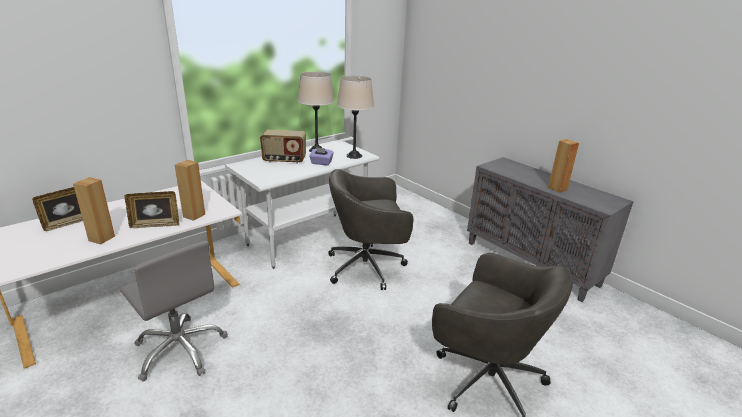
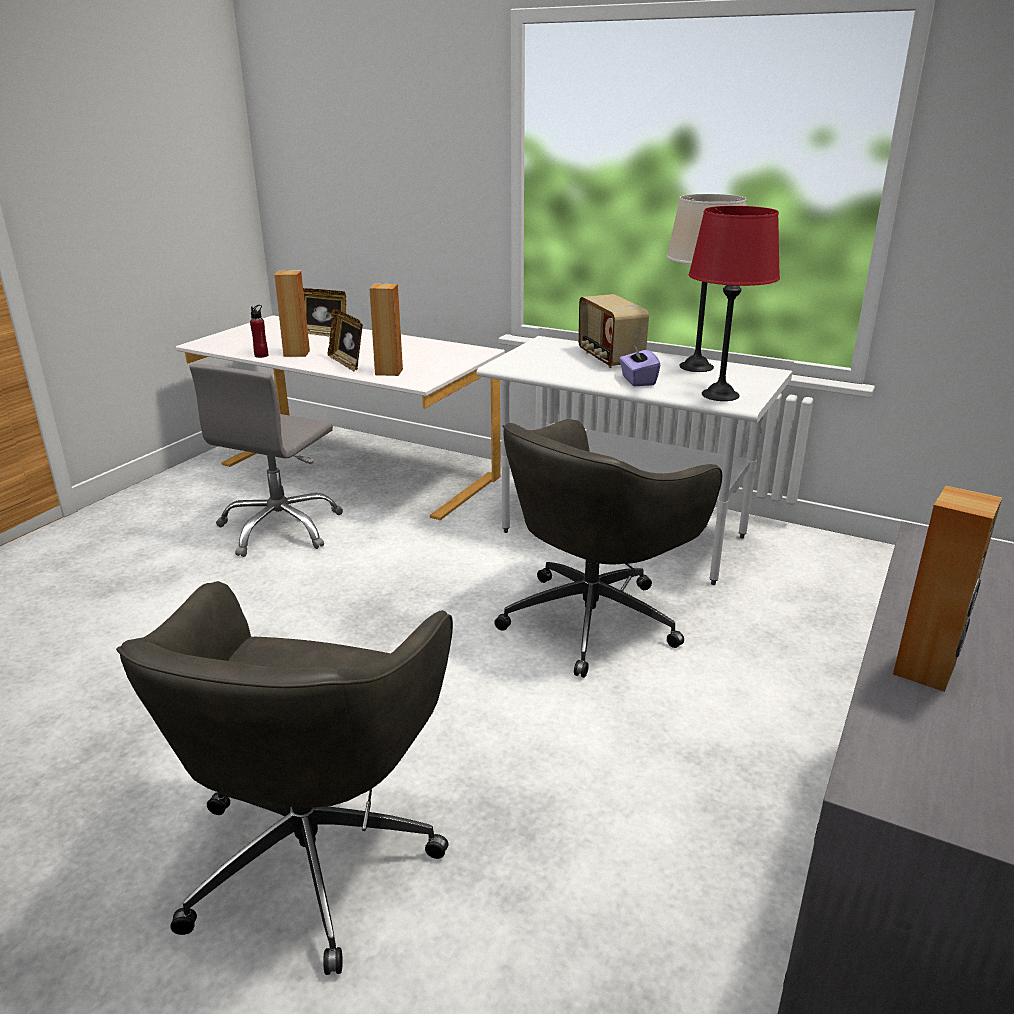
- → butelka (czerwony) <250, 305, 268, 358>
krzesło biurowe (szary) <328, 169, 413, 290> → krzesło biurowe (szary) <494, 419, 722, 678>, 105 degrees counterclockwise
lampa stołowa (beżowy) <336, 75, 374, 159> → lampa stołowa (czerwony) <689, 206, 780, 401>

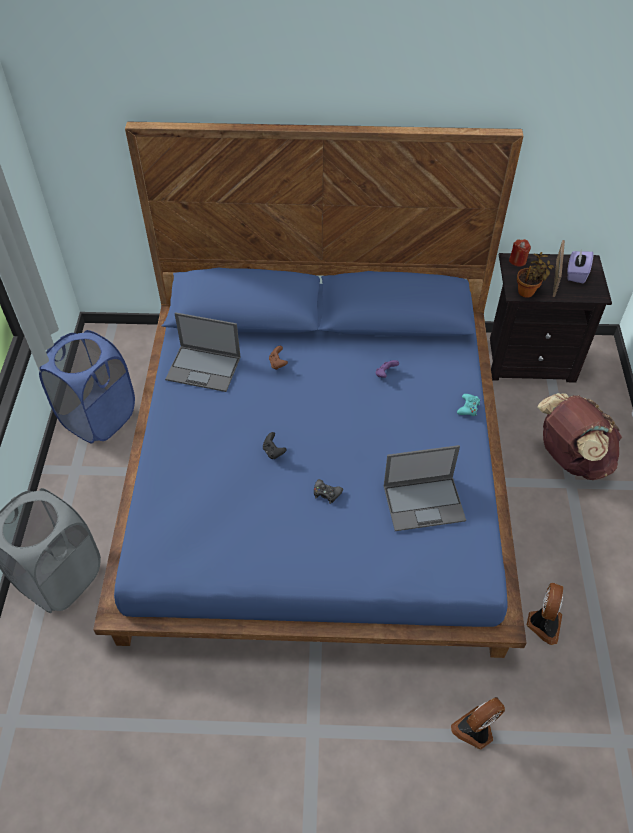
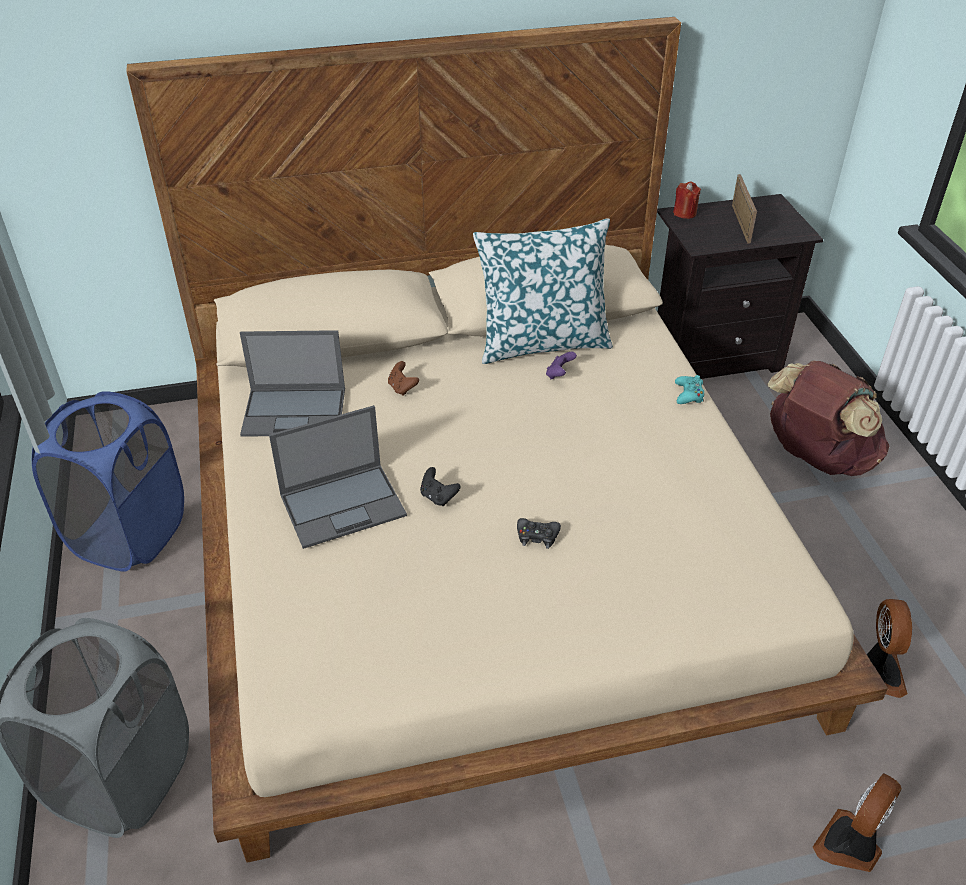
łóżko (niebieski) <93, 122, 526, 658> → łóżko (beżowy) <126, 17, 888, 863>
laptop <384, 445, 466, 531> → laptop <269, 405, 407, 549>, move
- → poduszka <473, 218, 613, 364>
roślina doniczkowa <517, 252, 554, 298> → -
pudełko chusteczek (fioletowy) <567, 249, 594, 283> → -

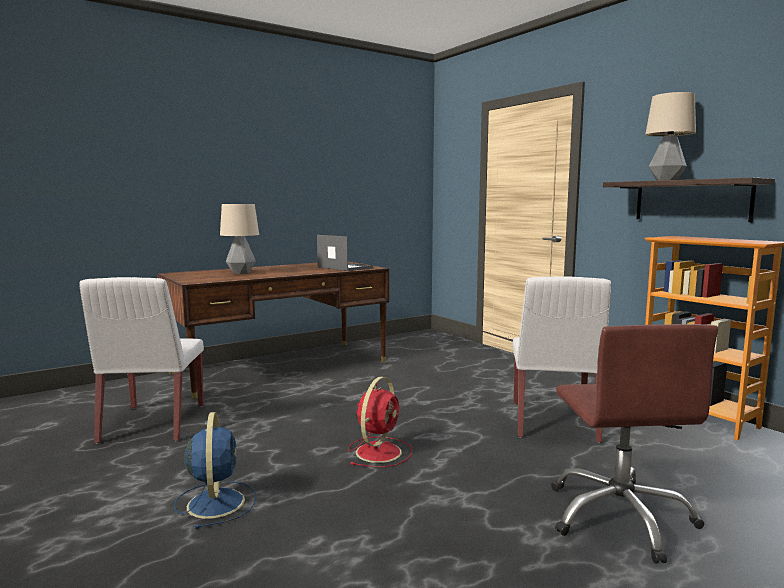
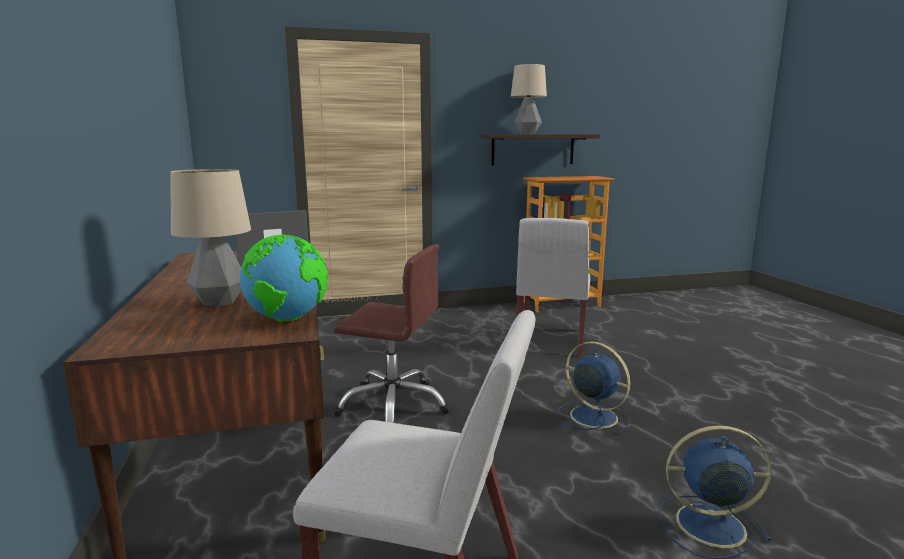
- → globus <240, 235, 328, 322>
krzesło biurowe (brązowy) <551, 324, 718, 564> → krzesło biurowe (brązowy) <333, 244, 451, 423>, move
krzesło (biały) <513, 276, 611, 443> → krzesło (biały) <516, 218, 590, 357>, 75 degrees clockwise
wentylator (czerwony) <348, 377, 413, 467> → wentylator (niebieski) <557, 342, 631, 434>

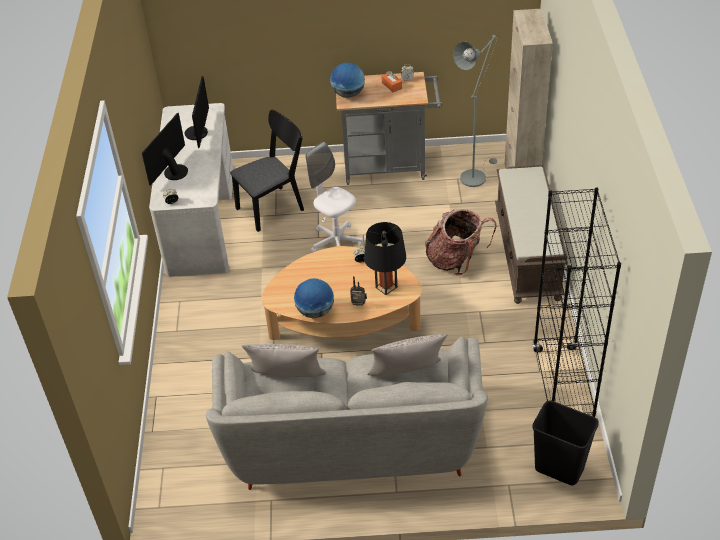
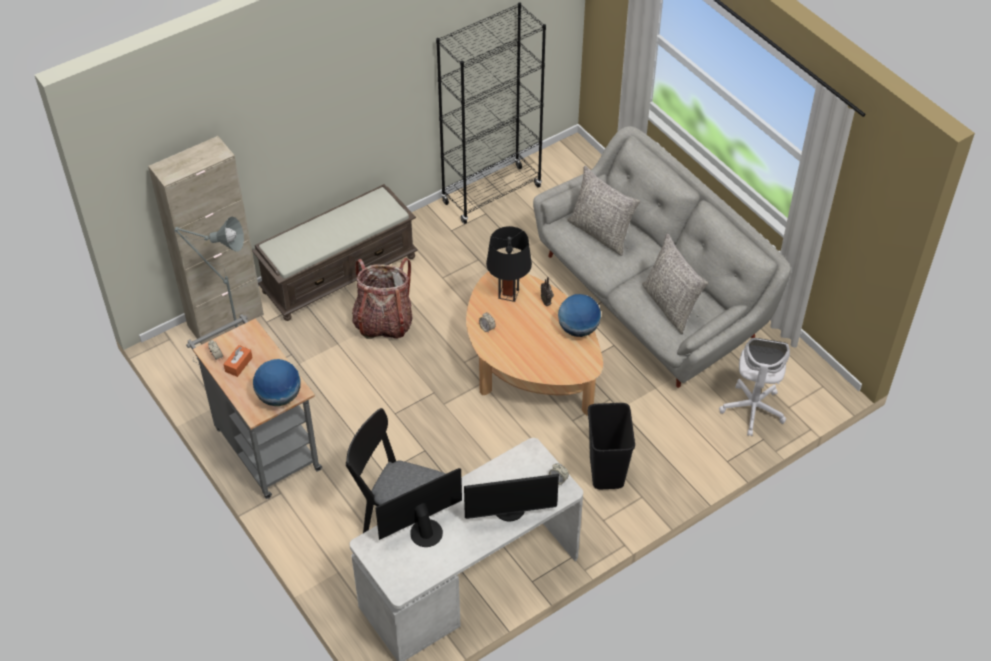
kosz na śmieci (czarny) <532, 400, 599, 485> → kosz na śmieci (czarny) <588, 403, 635, 489>, move
krzesło biurowe (biały) <305, 142, 363, 253> → krzesło biurowe (biały) <719, 338, 790, 436>, move

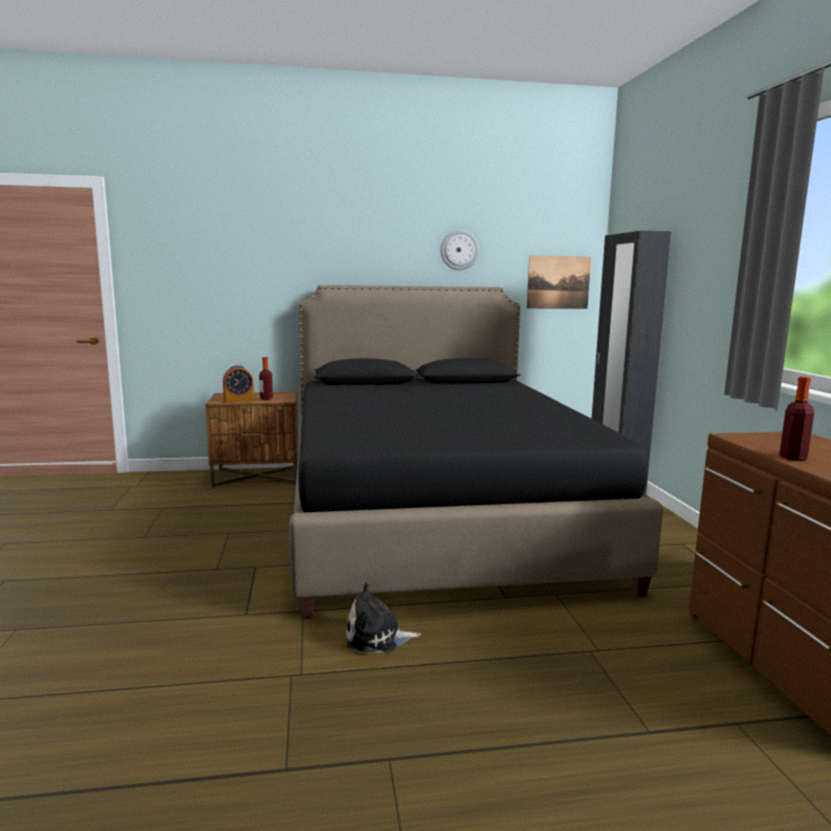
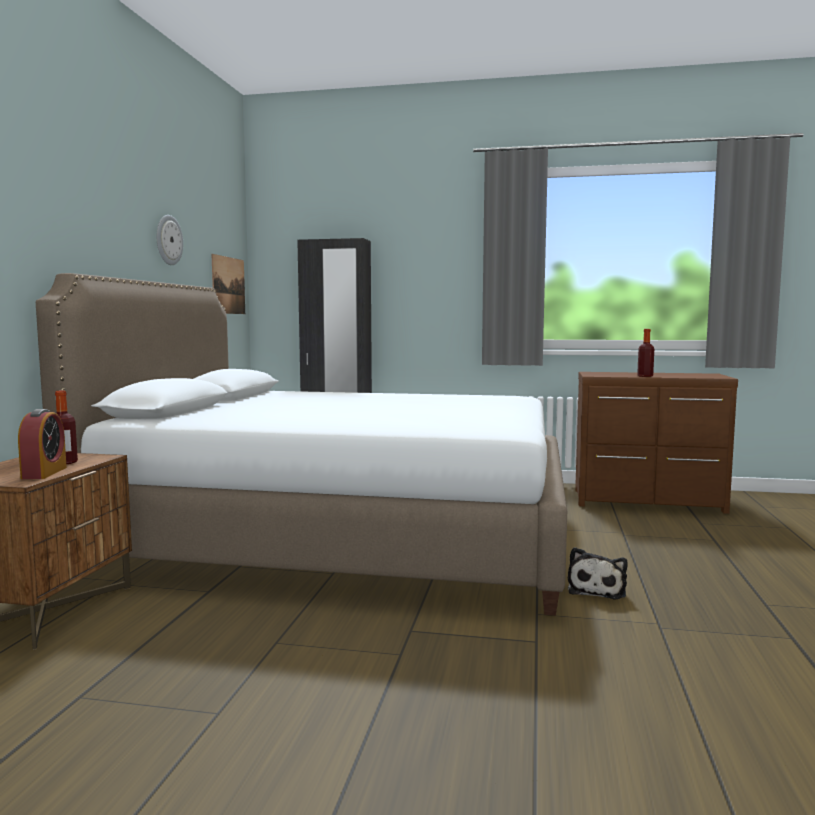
łóżko (czarny) <289, 285, 663, 619> → łóżko (biały) <36, 273, 567, 616>

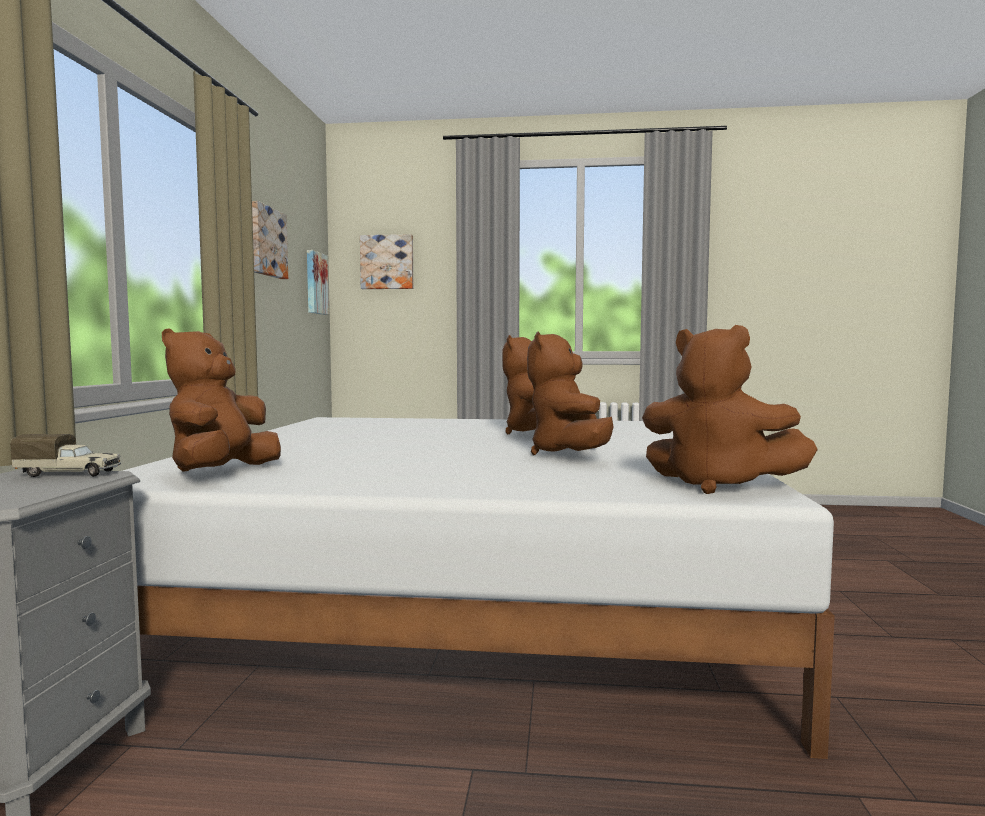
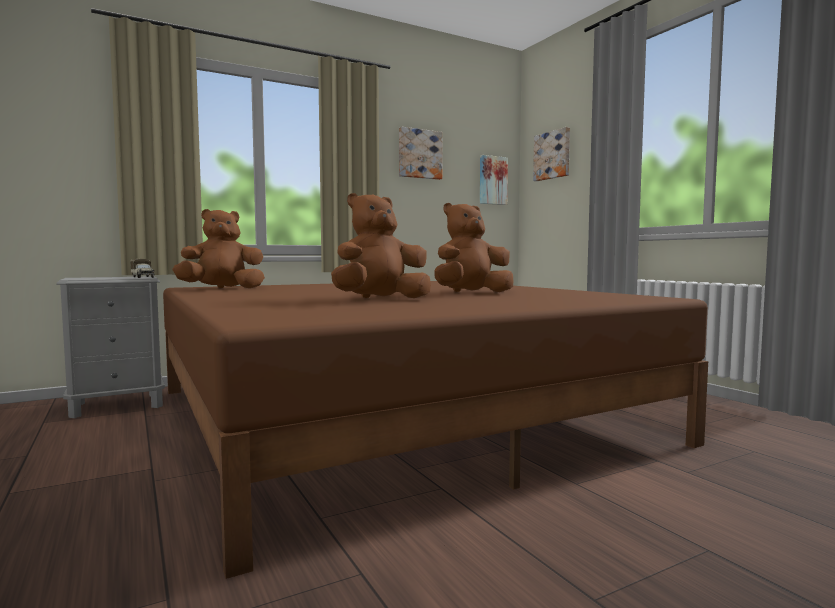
łóżko (biały) <123, 417, 835, 759> → łóżko (brązowy) <163, 281, 708, 579>
pluszak (brązowy) <642, 325, 818, 494> → -

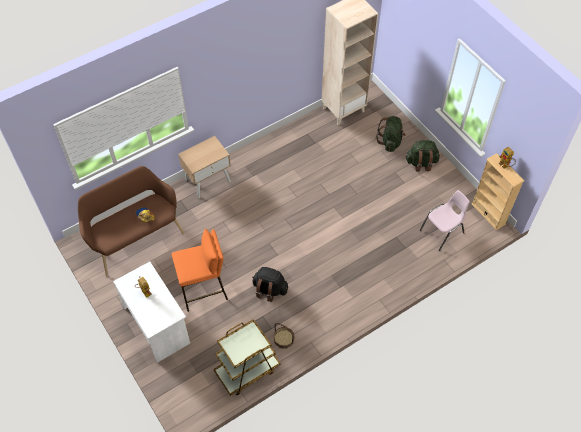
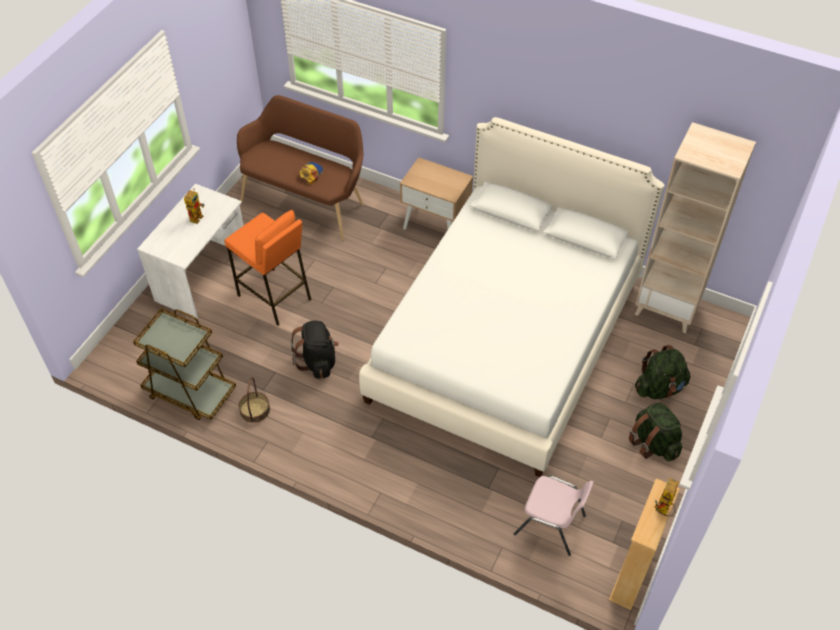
- → łóżko (biały) <359, 117, 665, 477>

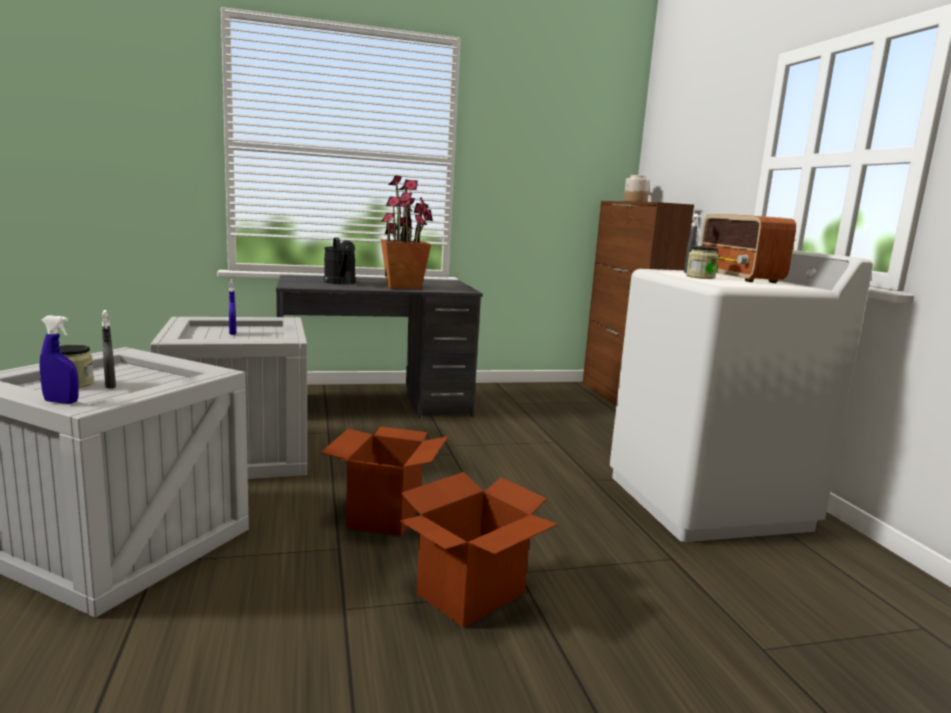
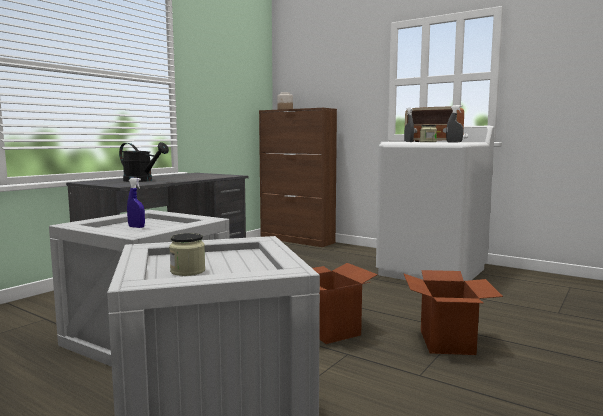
spryskiwacz (szary) <102, 310, 116, 389> → spryskiwacz (szary) <446, 105, 463, 142>, move
spryskiwacz (niebieski) <40, 315, 79, 404> → -
roślina doniczkowa <381, 175, 433, 289> → -

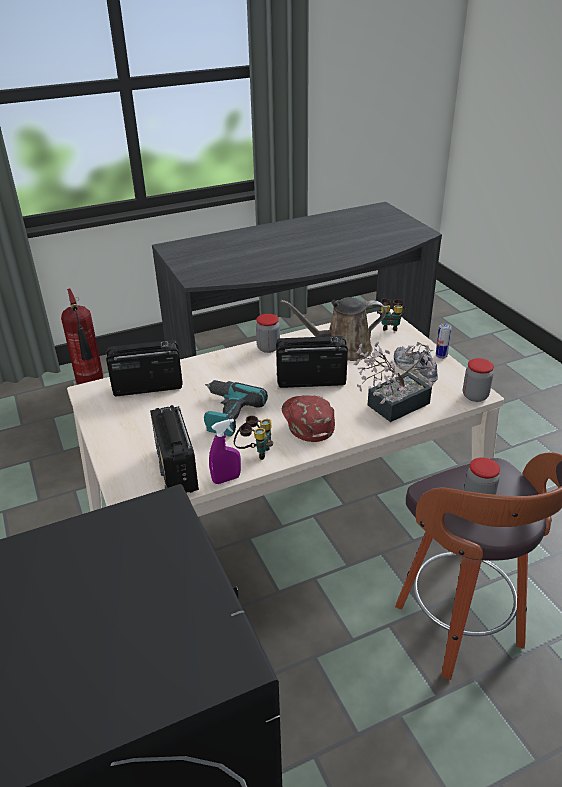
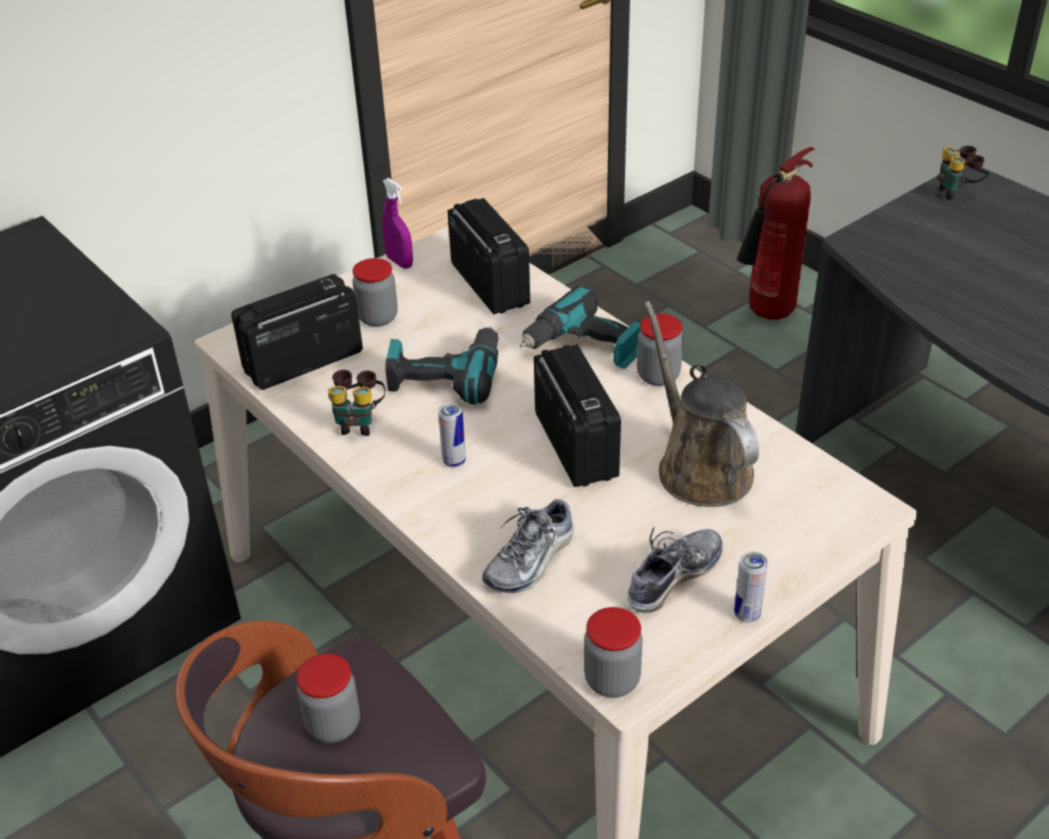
- → słoik <352, 258, 398, 327>
spryskiwacz (fioletowy) <209, 419, 241, 484> → spryskiwacz (fioletowy) <382, 178, 413, 269>, move
czapka z daszkiem (czerwony) <282, 395, 335, 442> → puszka <438, 402, 466, 468>
roślina doniczkowa <354, 342, 436, 422> → but <482, 498, 574, 593>
- → wiertarka <520, 286, 642, 369>
lornetka <377, 299, 406, 331> → lornetka <937, 146, 990, 200>, move

